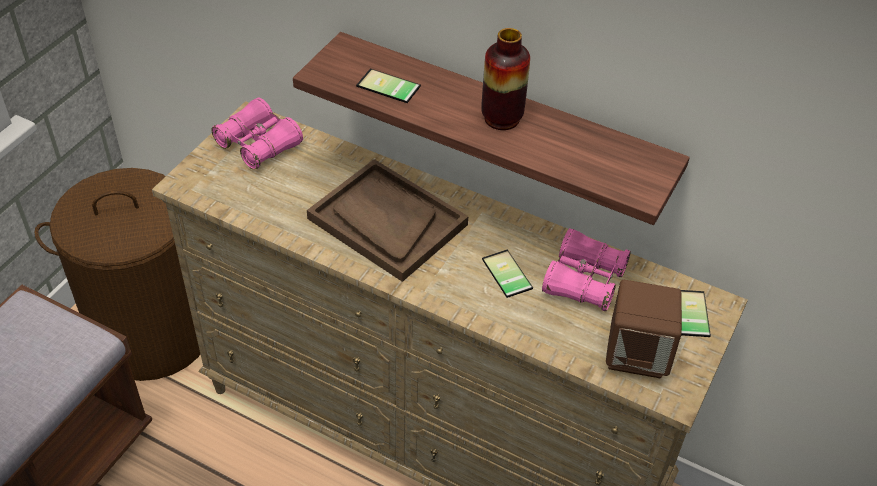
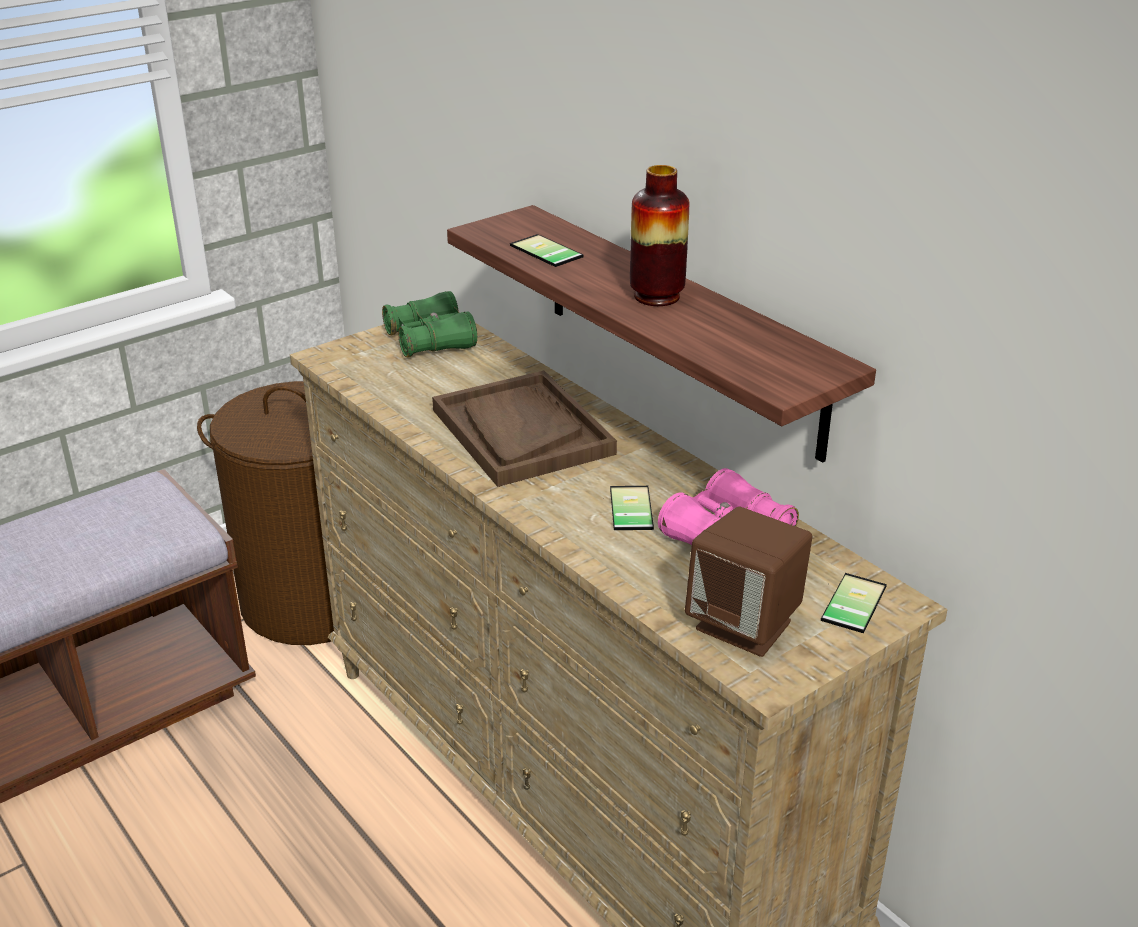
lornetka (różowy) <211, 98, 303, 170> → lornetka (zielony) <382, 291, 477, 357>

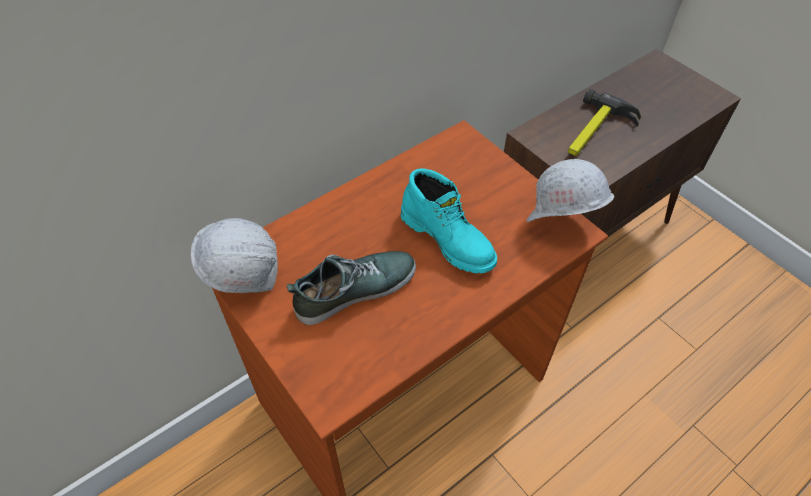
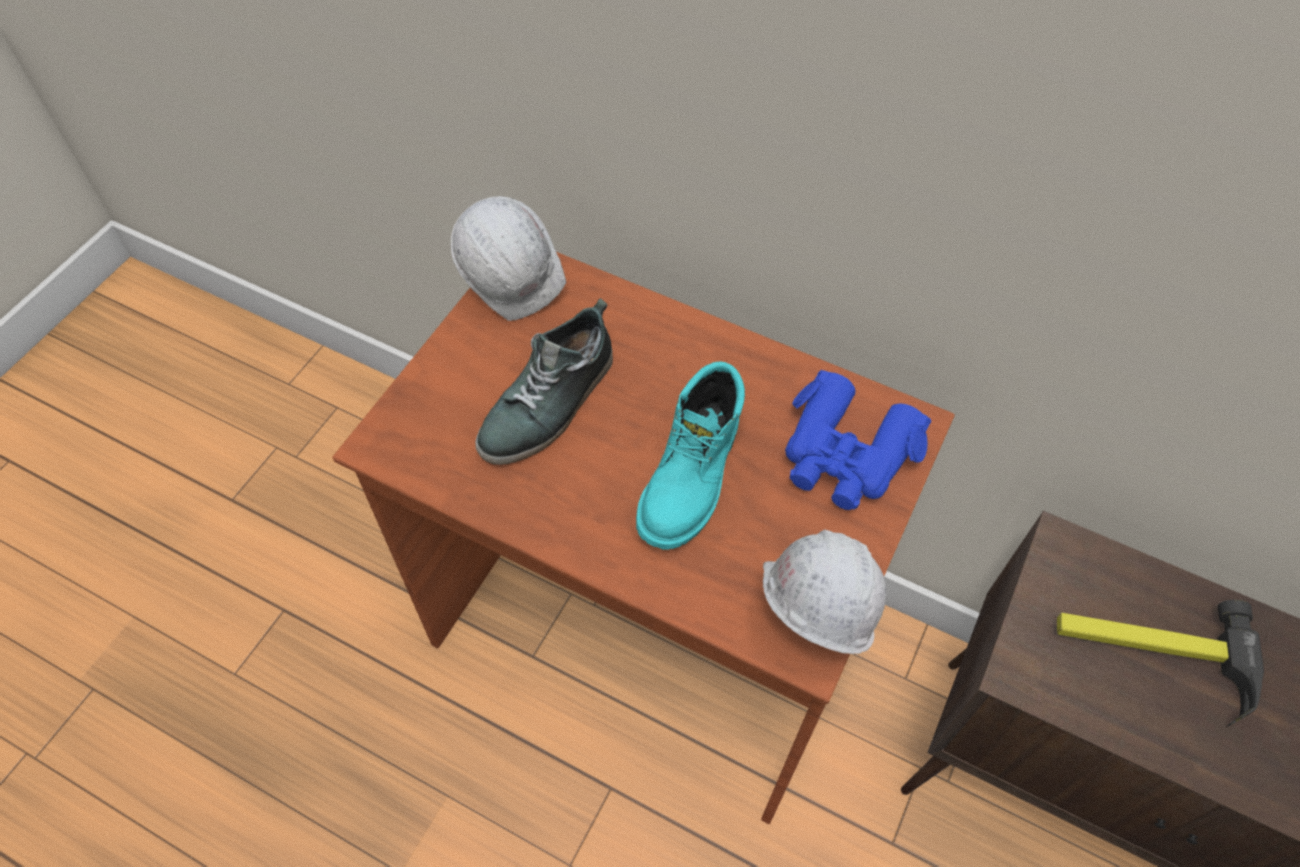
but <287, 251, 416, 325> → but <475, 298, 613, 465>, 90 degrees clockwise
- → lornetka (niebieski) <785, 370, 931, 510>

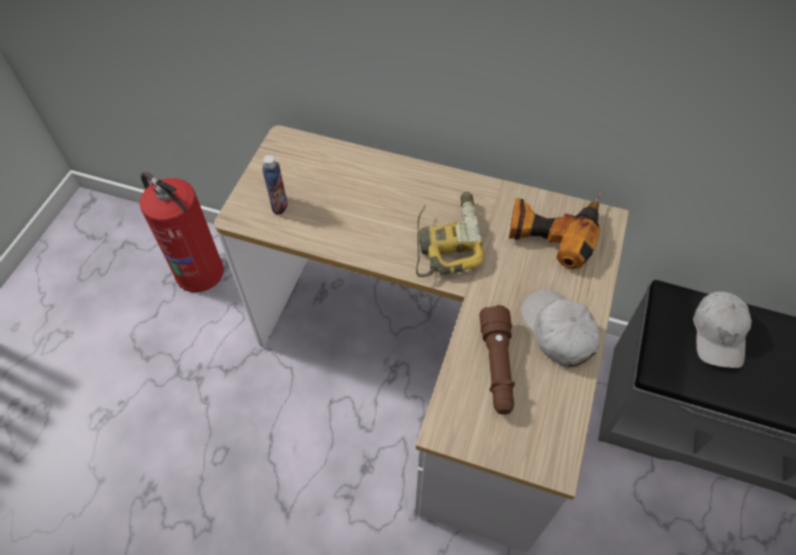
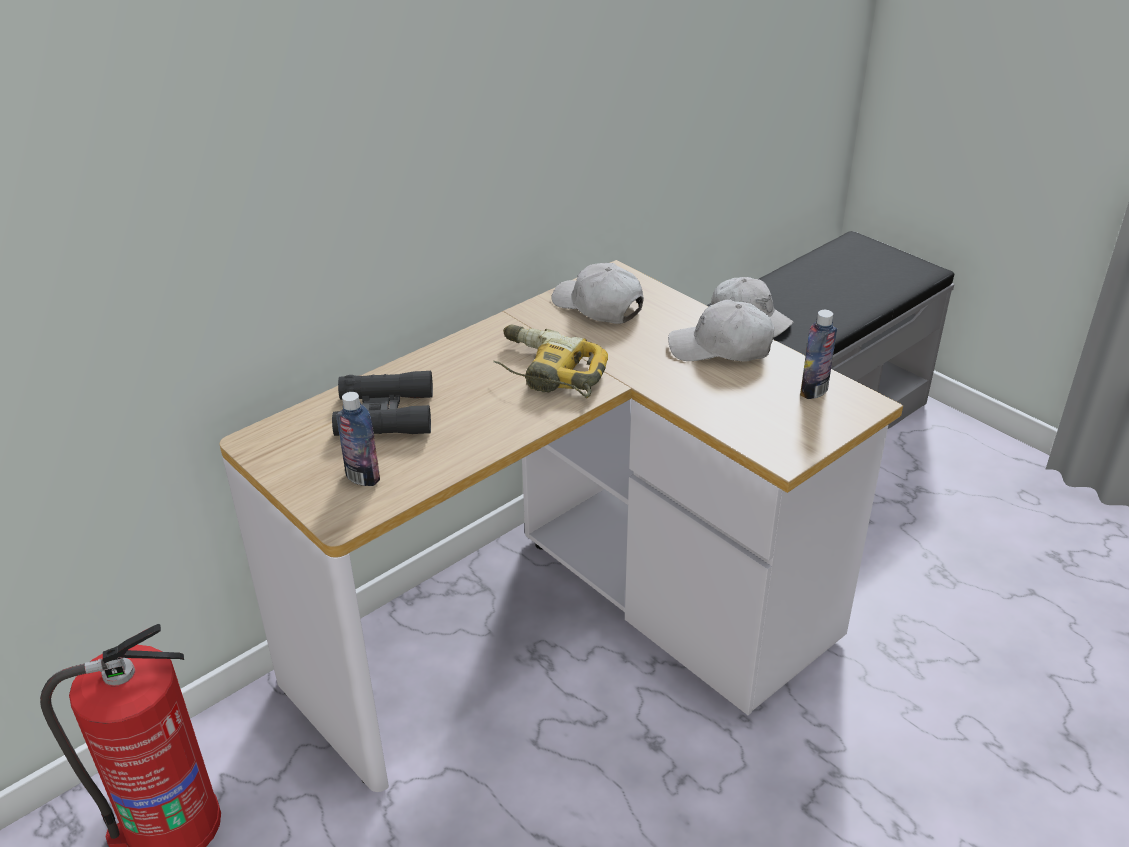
- → lornetka (czarny) <332, 370, 433, 436>
wiertarka <509, 191, 602, 269> → czapka z daszkiem (biały) <551, 263, 644, 324>
- → butelka <800, 310, 837, 399>
latarka (brązowy) <479, 305, 515, 415> → -

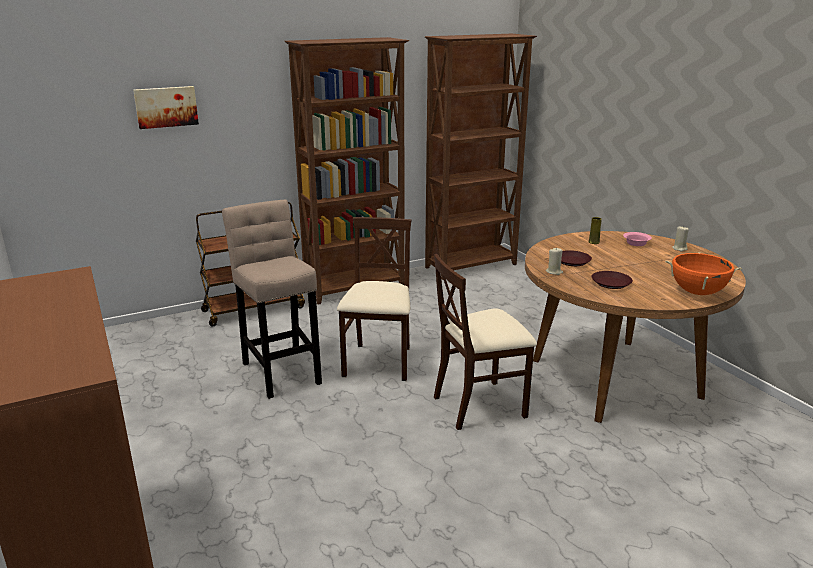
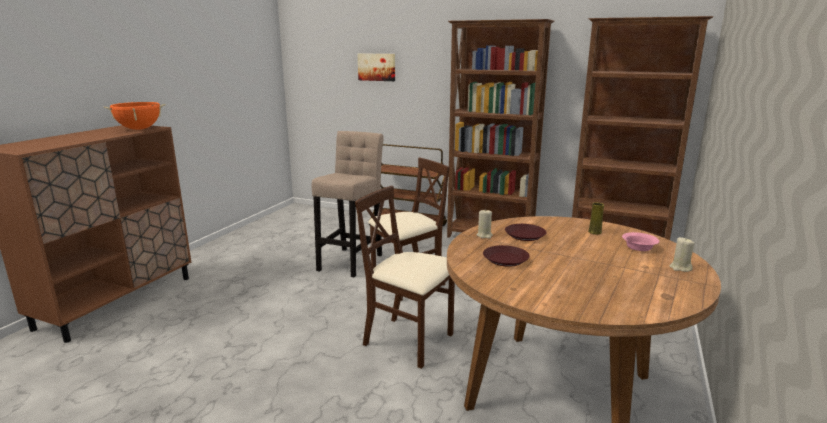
garnek (pomarańczowy) <665, 252, 742, 295> → garnek (pomarańczowy) <104, 102, 166, 130>, move

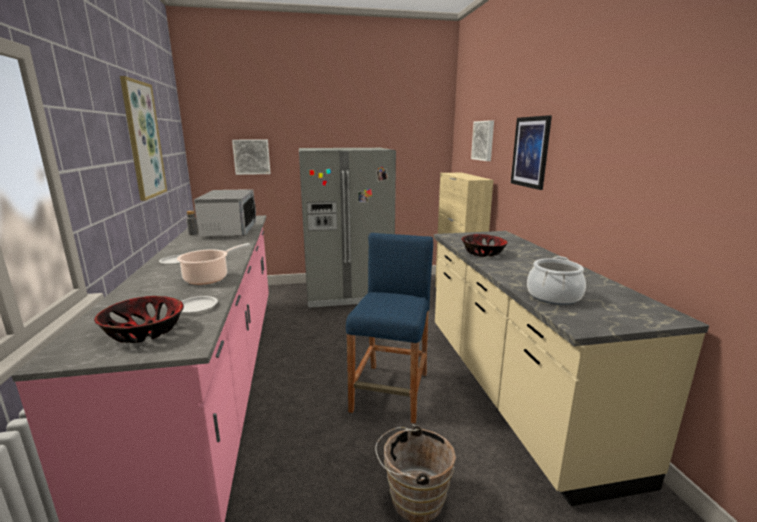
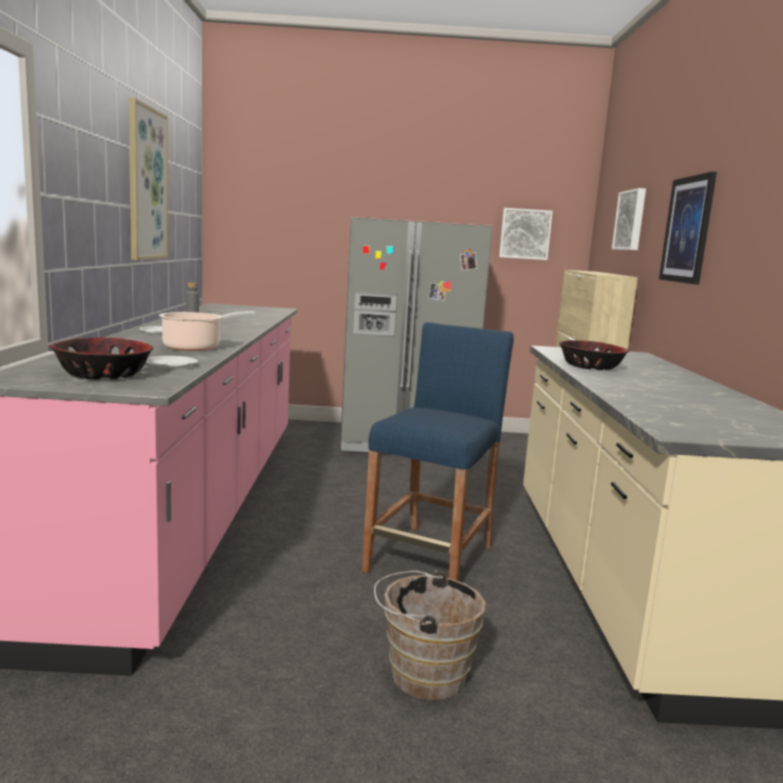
obraz <232, 140, 271, 175> → obraz <499, 208, 553, 260>, move
mikrofalówka <194, 189, 256, 237> → -
garnek <527, 256, 586, 305> → -

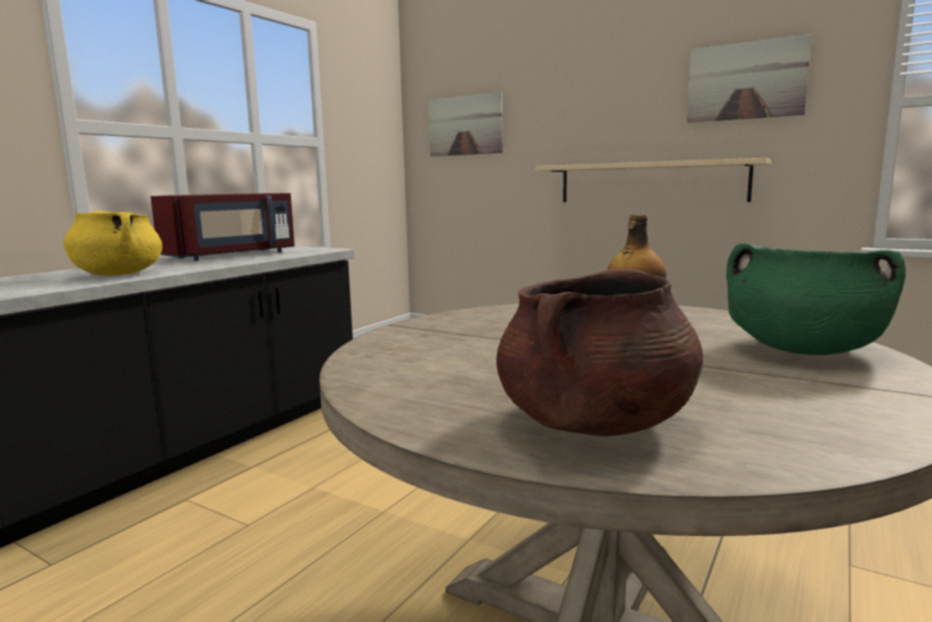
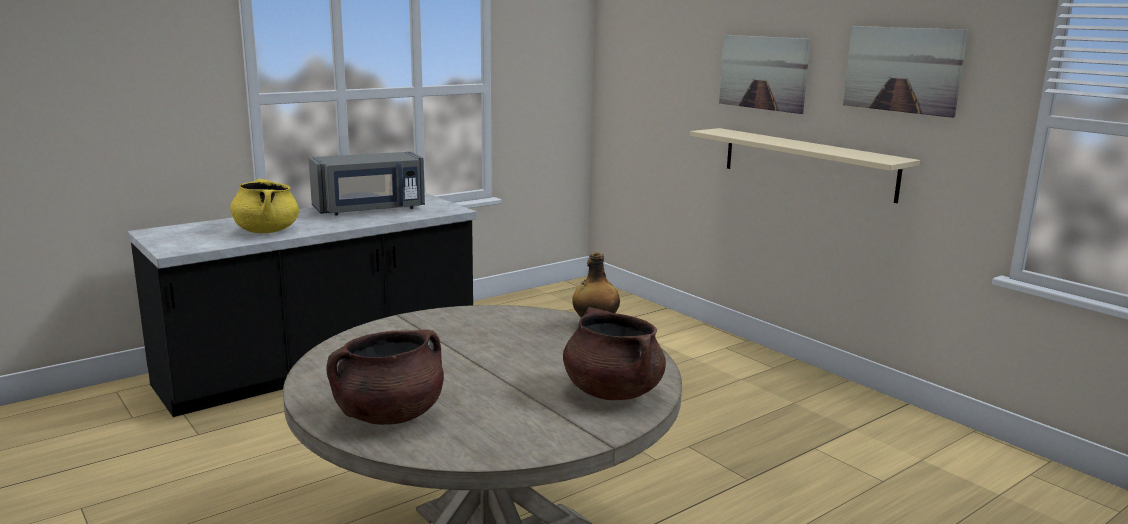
mikrofalówka (czerwony) <151, 193, 295, 261> → mikrofalówka (szary) <309, 152, 425, 216>
garnek (zielony) <726, 243, 906, 355> → garnek (brązowy) <563, 307, 666, 400>
obraz <429, 92, 503, 157> → obraz <719, 35, 811, 114>, move

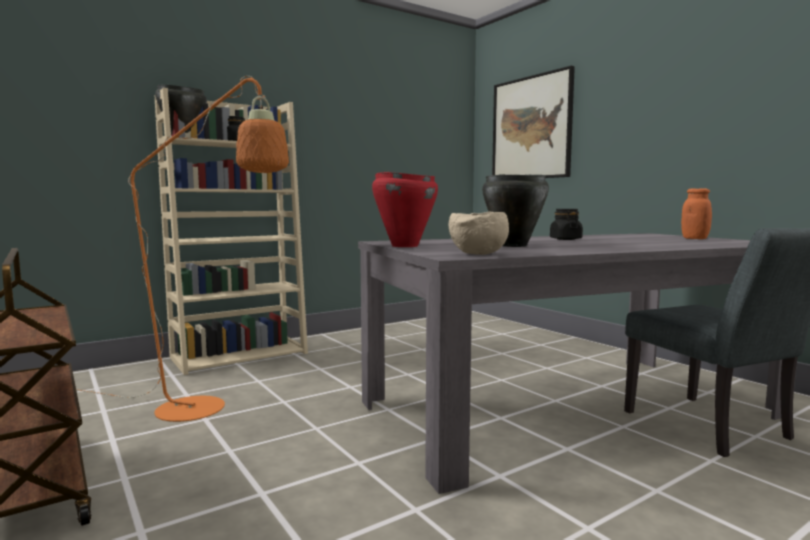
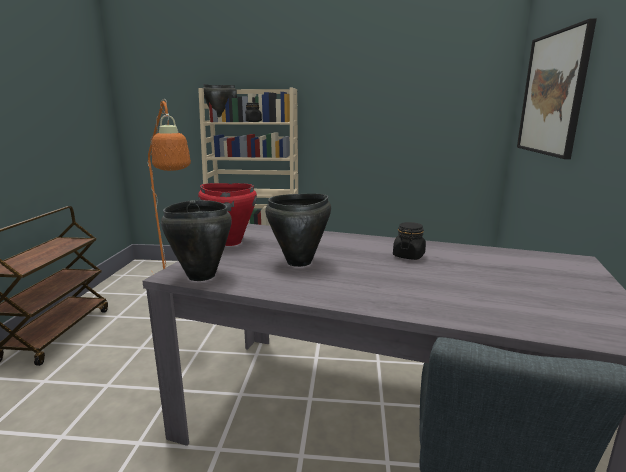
miska (beżowy) <448, 212, 509, 255> → garnek (czarny) <161, 200, 232, 281>
słoik (pomarańczowy) <681, 188, 712, 239> → -

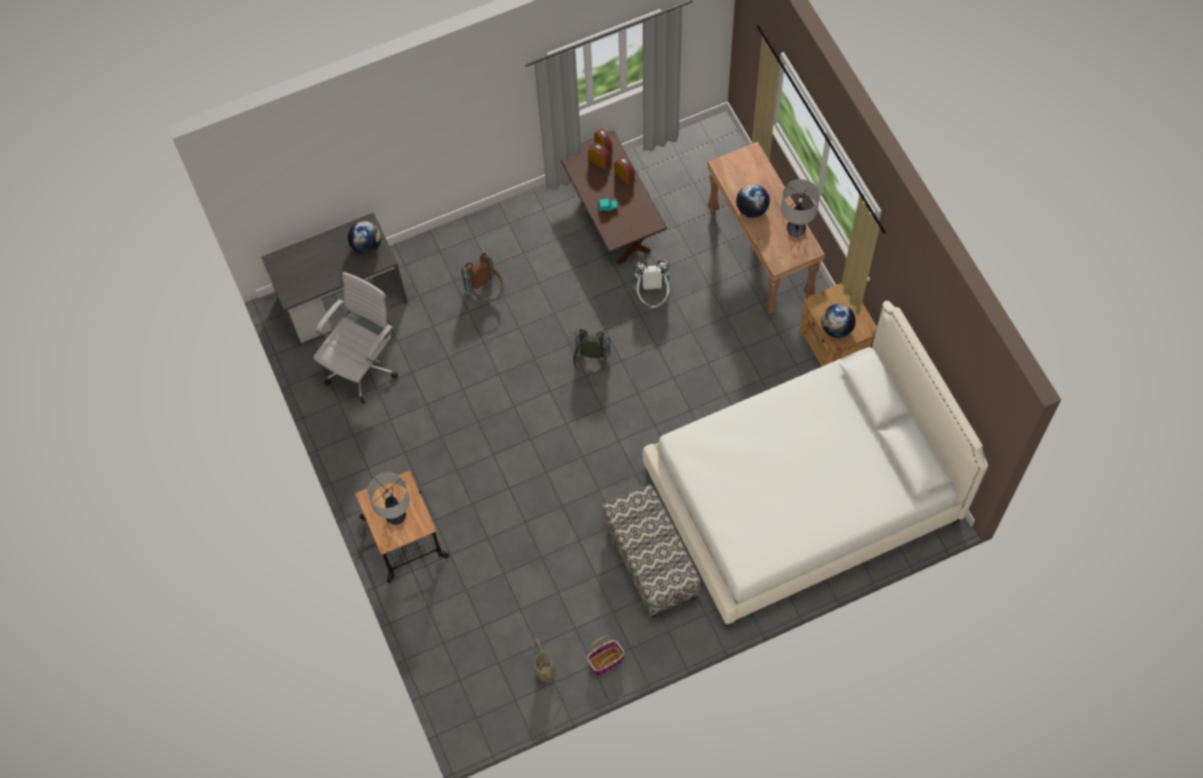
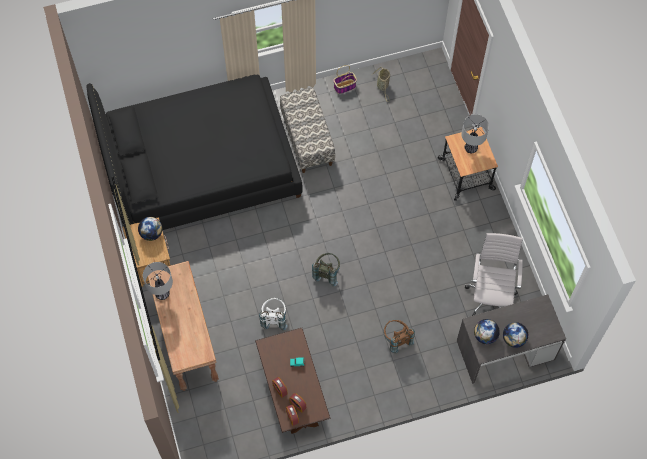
łóżko (biały) <643, 301, 988, 626> → łóżko (czarny) <86, 74, 303, 230>
krzesło biurowe (biały) <313, 272, 398, 404> → krzesło biurowe (biały) <465, 233, 523, 316>, 150 degrees clockwise
globus <736, 184, 770, 218> → globus <503, 322, 528, 348>, move

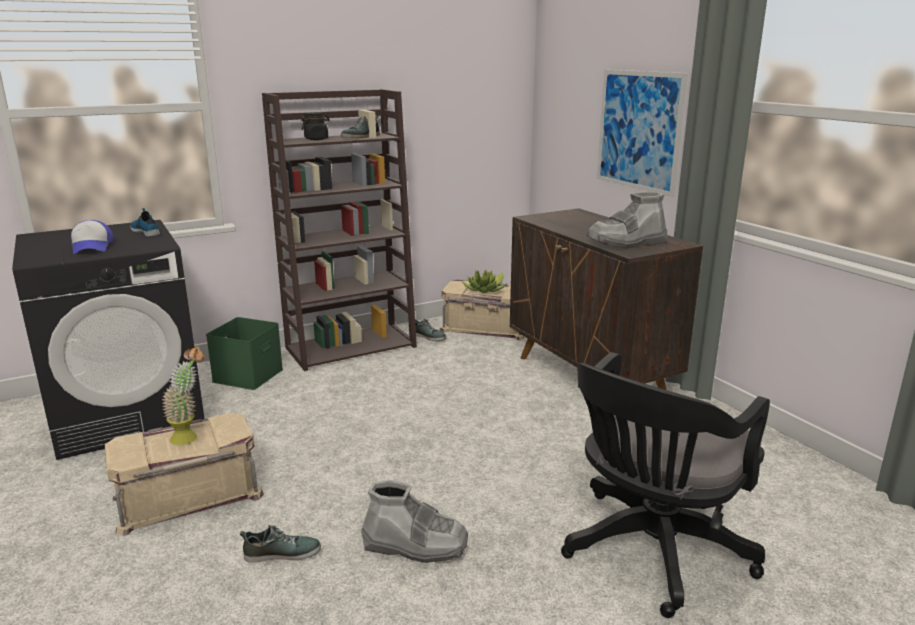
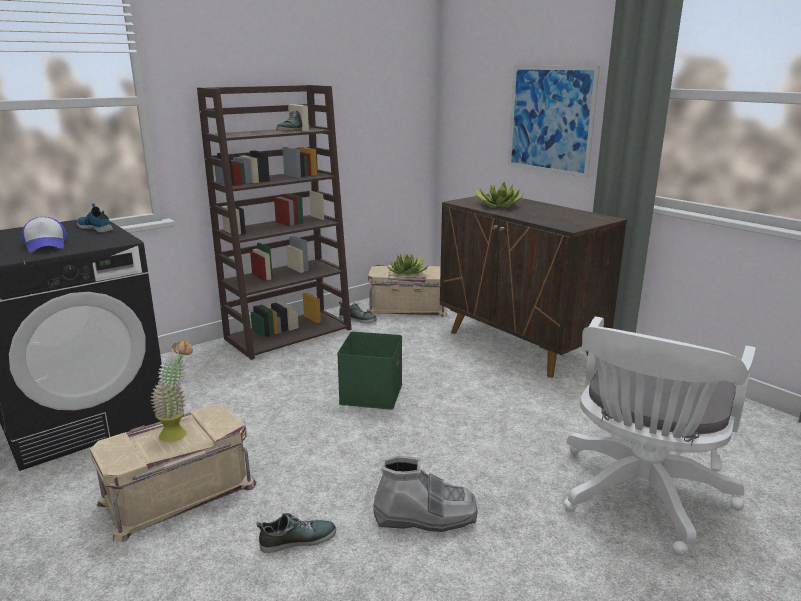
pojemnik do przechowywania (zielony) <206, 317, 283, 390> → pojemnik do przechowywania (zielony) <337, 332, 402, 410>, move
- → roślina doniczkowa <474, 181, 525, 208>
krzesło biurowe (czarny) <561, 352, 770, 618> → krzesło biurowe (biały) <564, 316, 756, 556>
słoik (czarny) <301, 112, 330, 140> → -
but z cholewką (szary) <587, 192, 667, 249> → -

